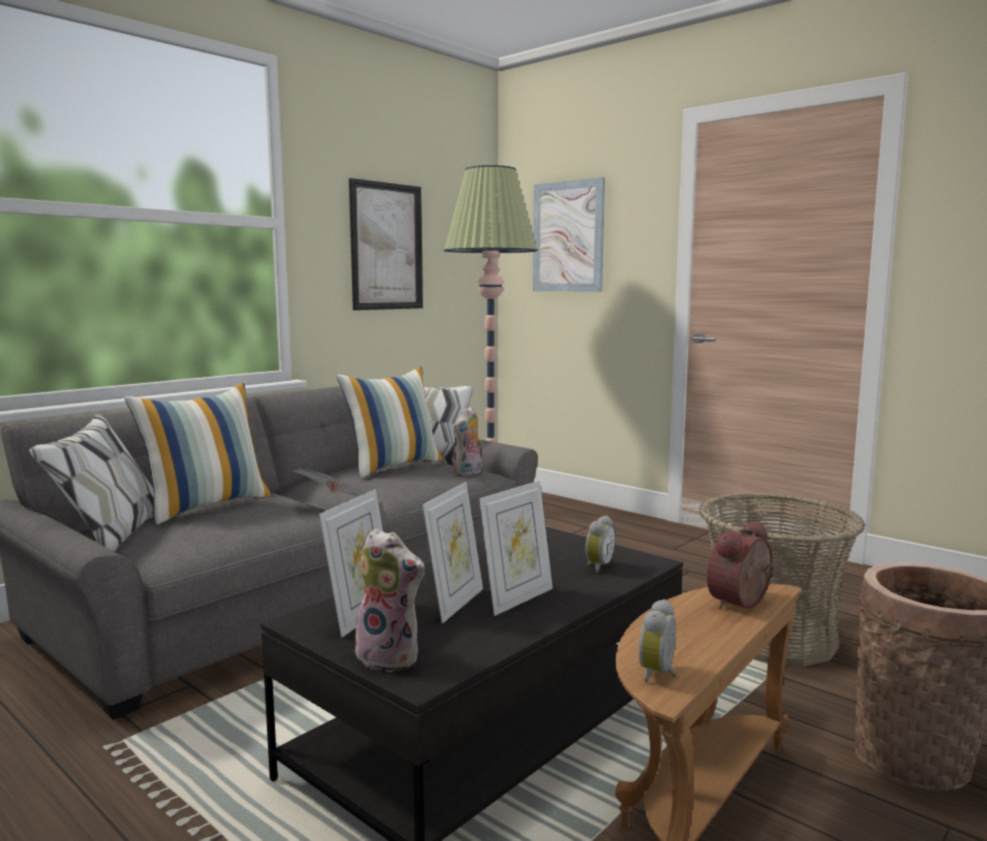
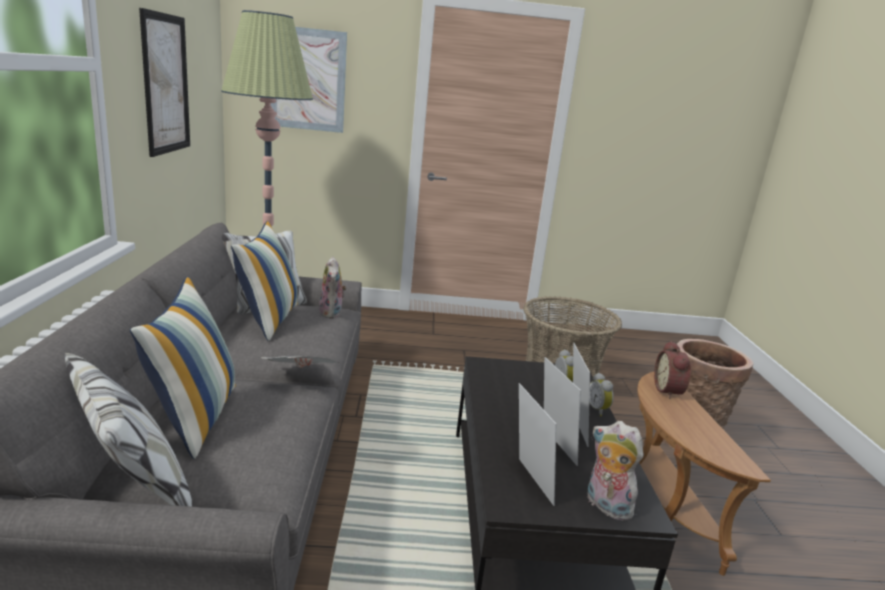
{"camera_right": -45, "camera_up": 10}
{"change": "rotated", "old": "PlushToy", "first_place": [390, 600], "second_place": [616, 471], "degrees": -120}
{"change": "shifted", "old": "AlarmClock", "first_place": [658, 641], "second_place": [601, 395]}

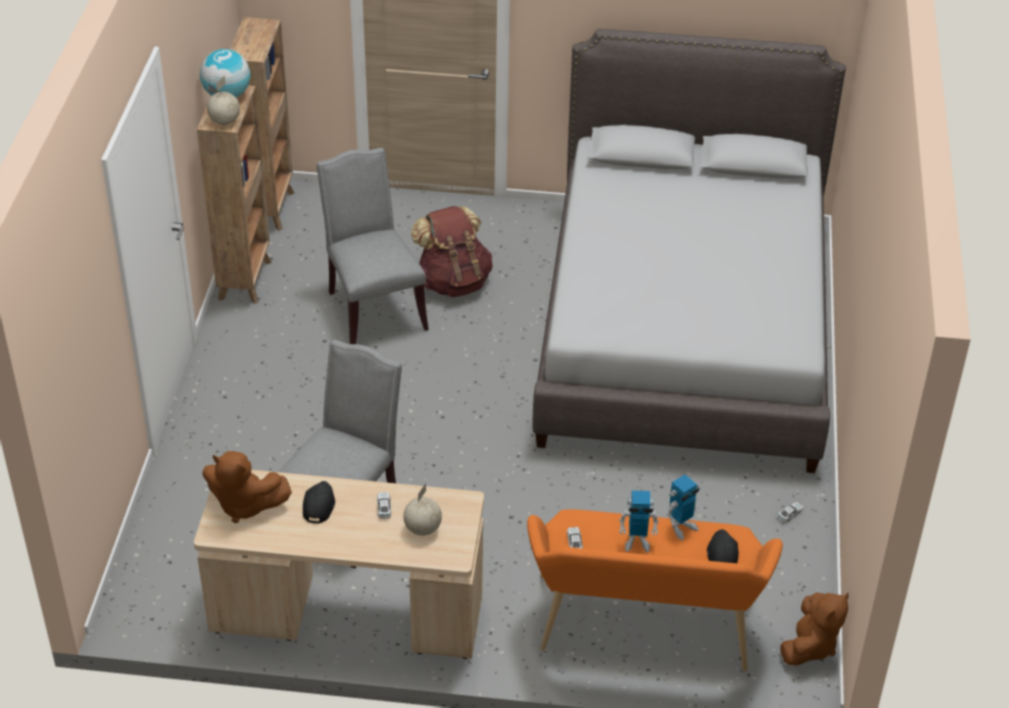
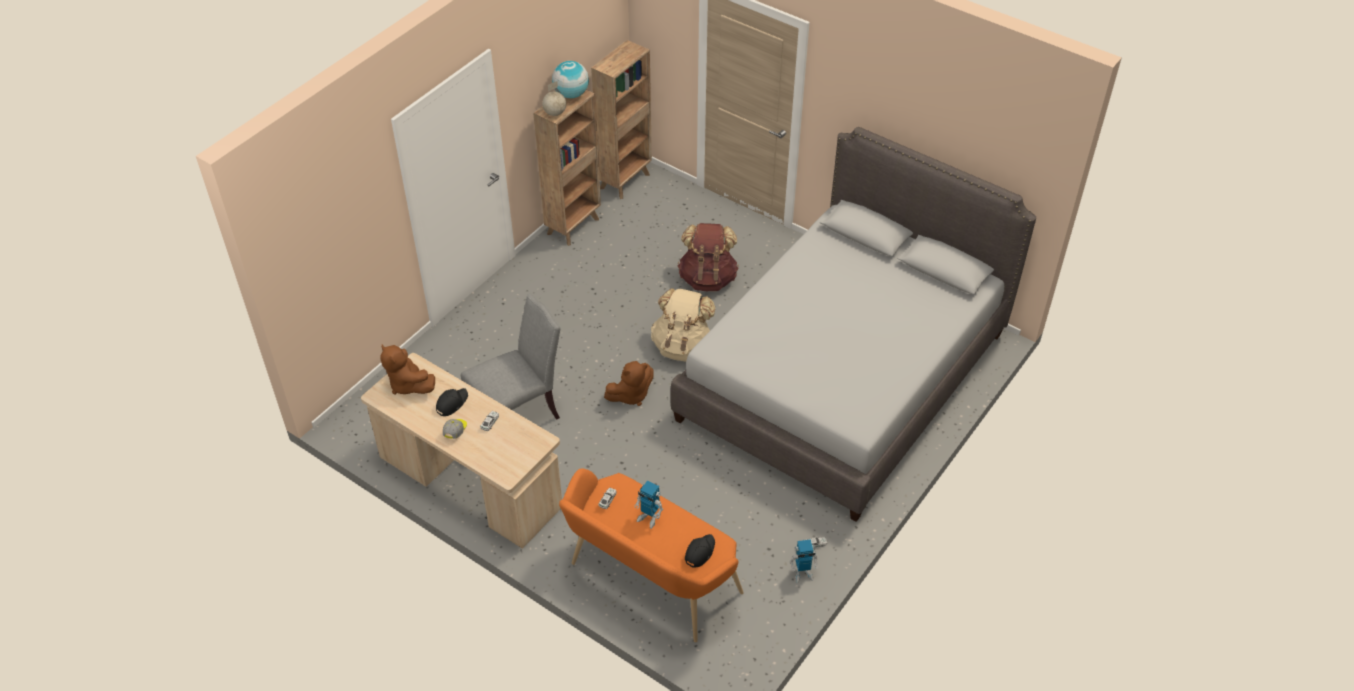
{"camera_right": 30, "camera_up": 5}
{"change": "gone", "old": "GreyChair", "first_place": [372, 246]}
{"change": "shifted", "old": "ToyRobot", "first_place": [684, 507], "second_place": [804, 561]}
{"change": "gone", "old": "Globe", "first_place": [422, 509]}
{"change": "shifted", "old": "BrownPlushToy", "first_place": [814, 629], "second_place": [629, 383]}
{"change": "new", "new": "BeigeBackpack", "second_place": [683, 325]}
{"change": "new", "new": "Cap", "second_place": [455, 429]}

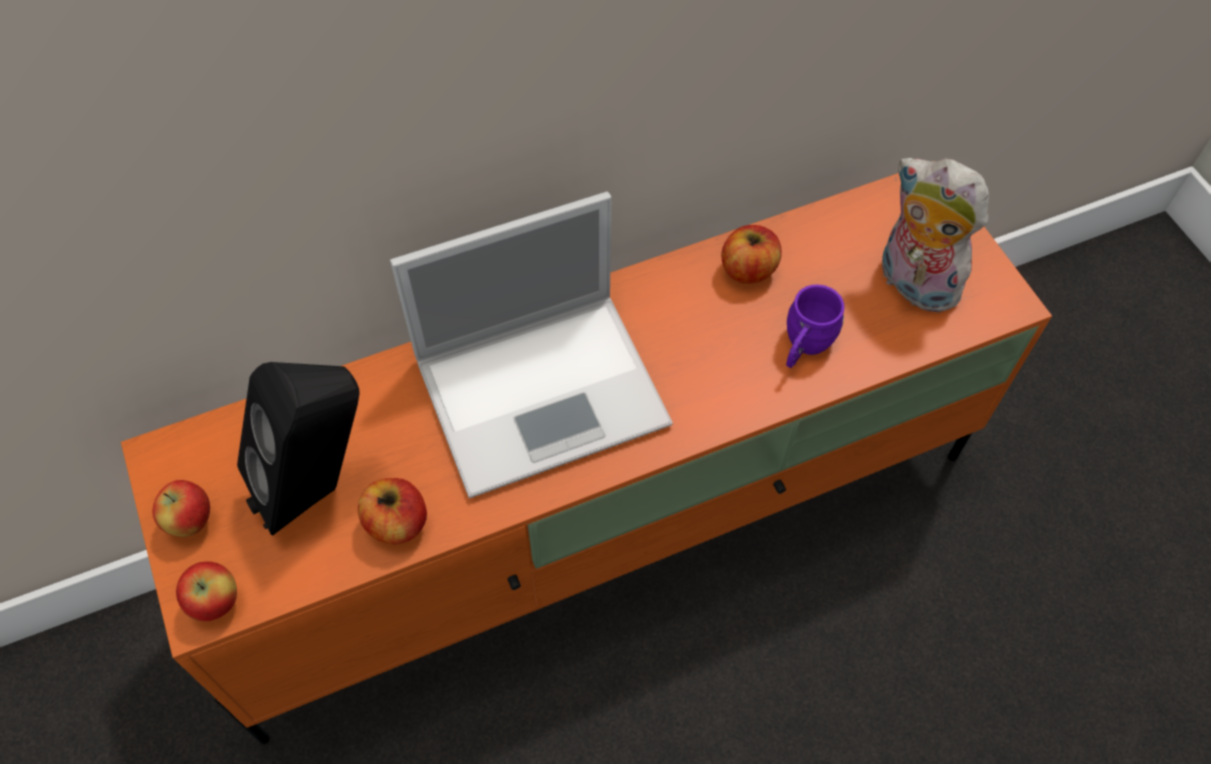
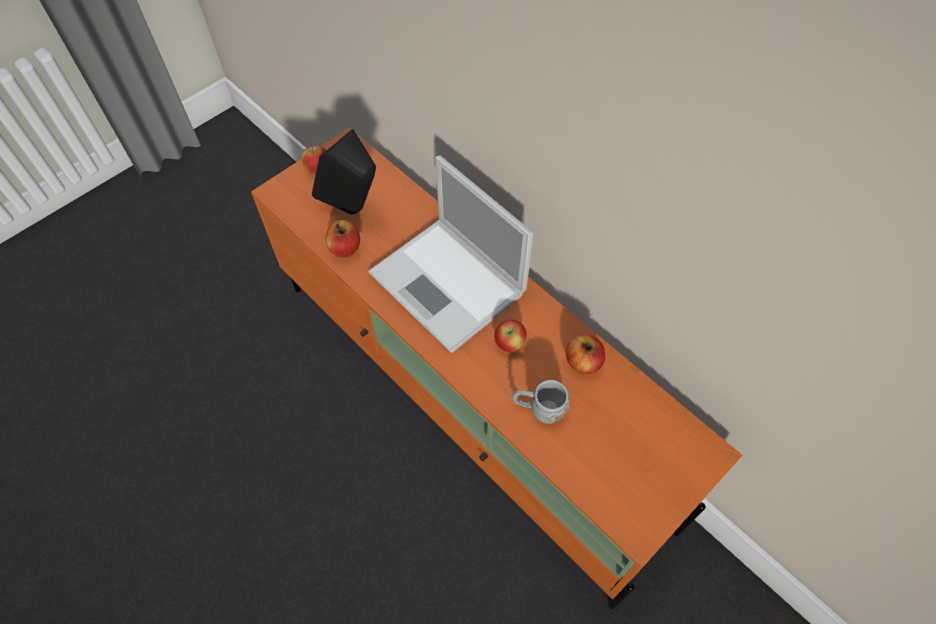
{"camera_right": 70, "camera_up": 0}
{"change": "gone", "old": "PlushToy", "first_place": [935, 235]}
{"change": "repainted", "old": "PurpleMug", "new": "GreyMug", "first_place": [815, 326], "second_place": [541, 402]}
{"change": "shifted", "old": "Apple", "first_place": [206, 591], "second_place": [510, 335]}

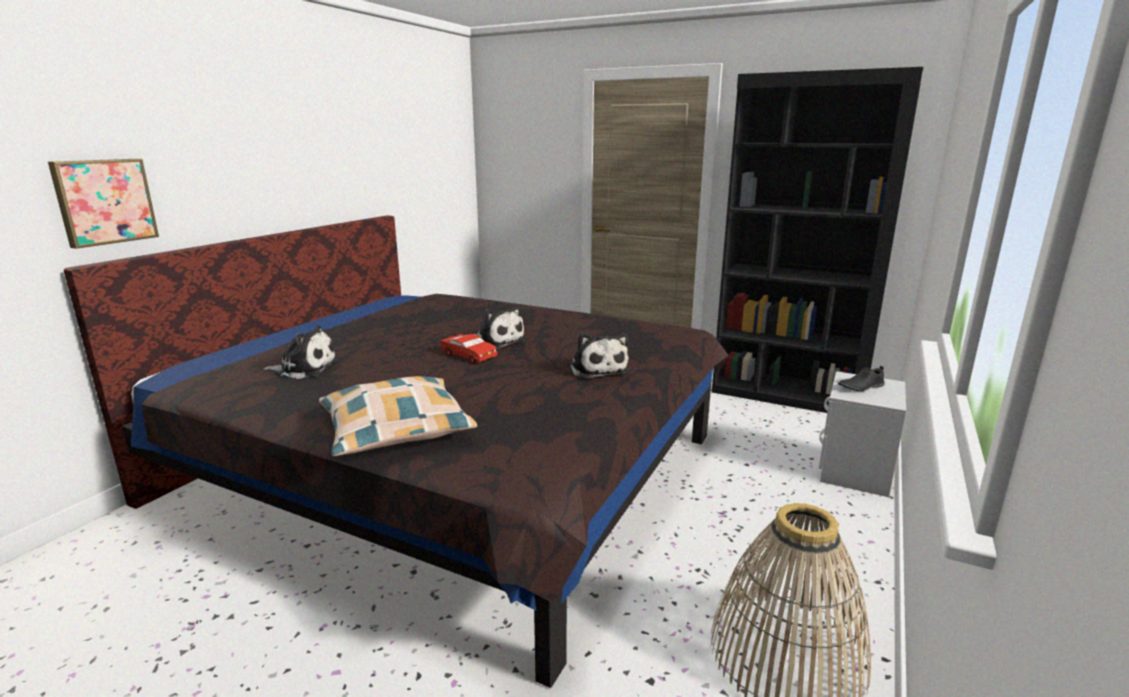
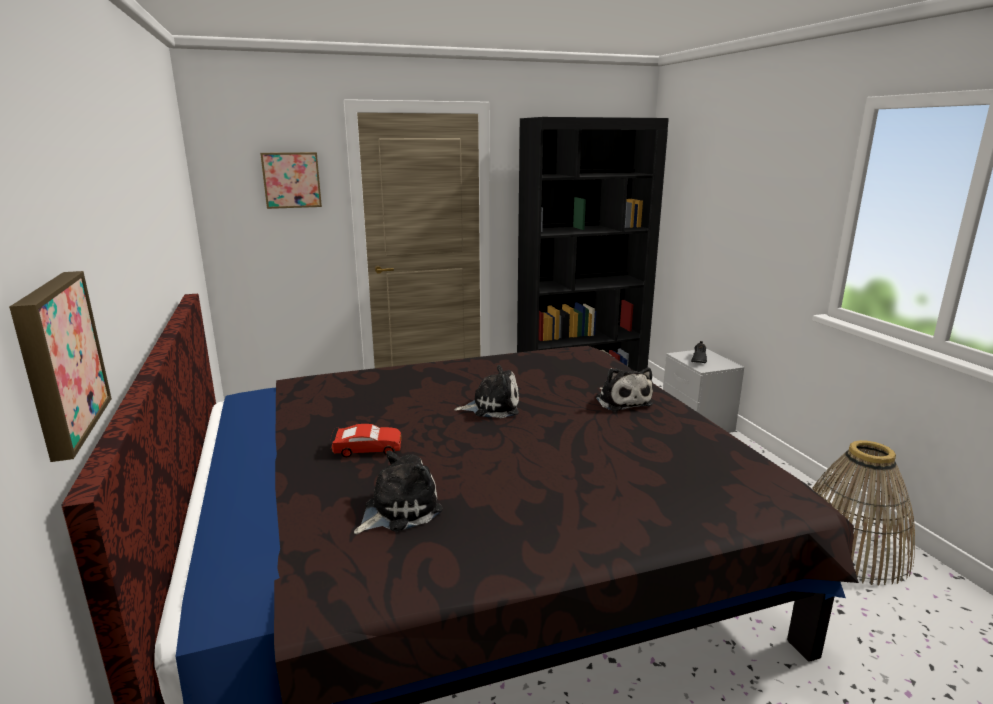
{"camera_right": -45, "camera_up": 0}
{"change": "rotated", "old": "PlushToy", "first_place": [599, 355], "second_place": [624, 390], "degrees": 45}
{"change": "shifted", "old": "RedToyCar", "first_place": [469, 348], "second_place": [366, 440]}
{"change": "gone", "old": "Pillow", "first_place": [398, 416]}
{"change": "new", "new": "Picture", "second_place": [291, 180]}

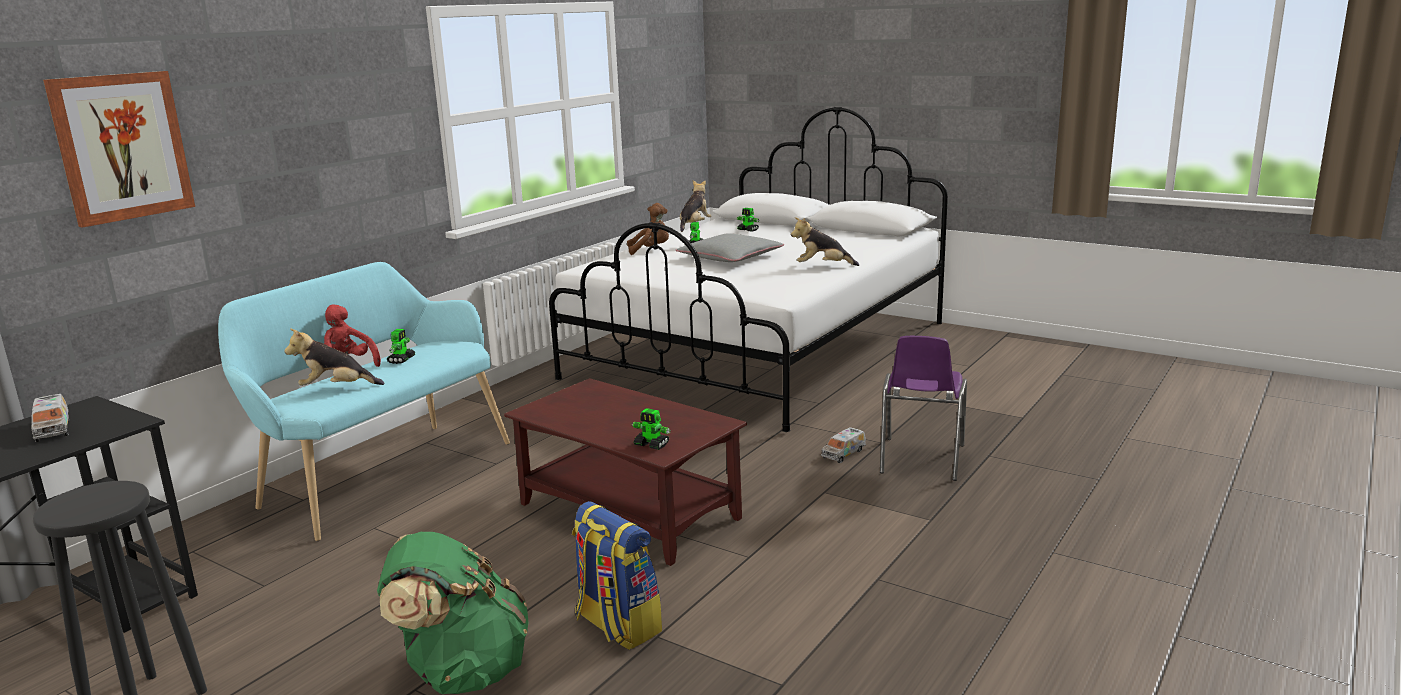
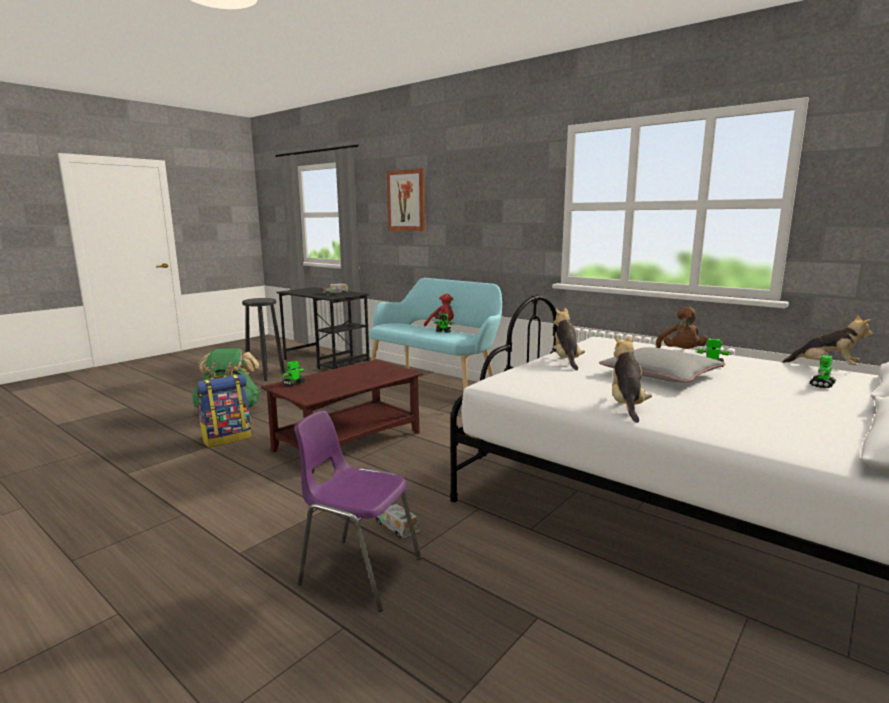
{"camera_right": 95, "camera_up": -5}
{"change": "shifted", "old": "PlushToy", "first_place": [334, 357], "second_place": [569, 339]}

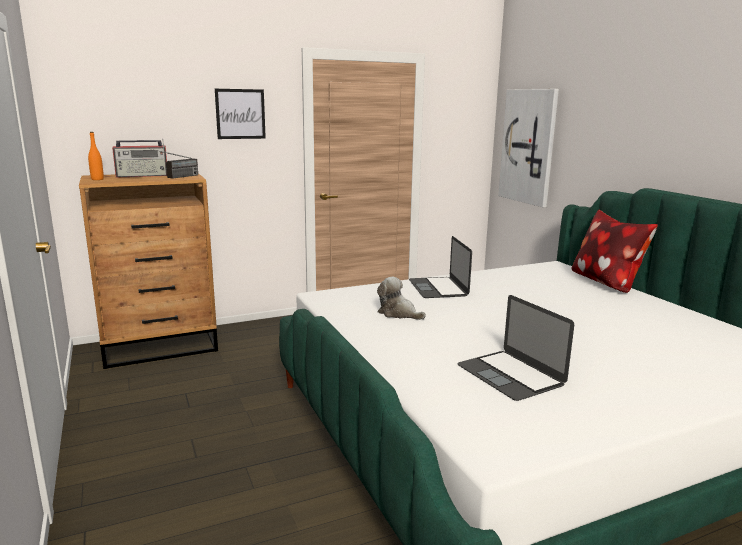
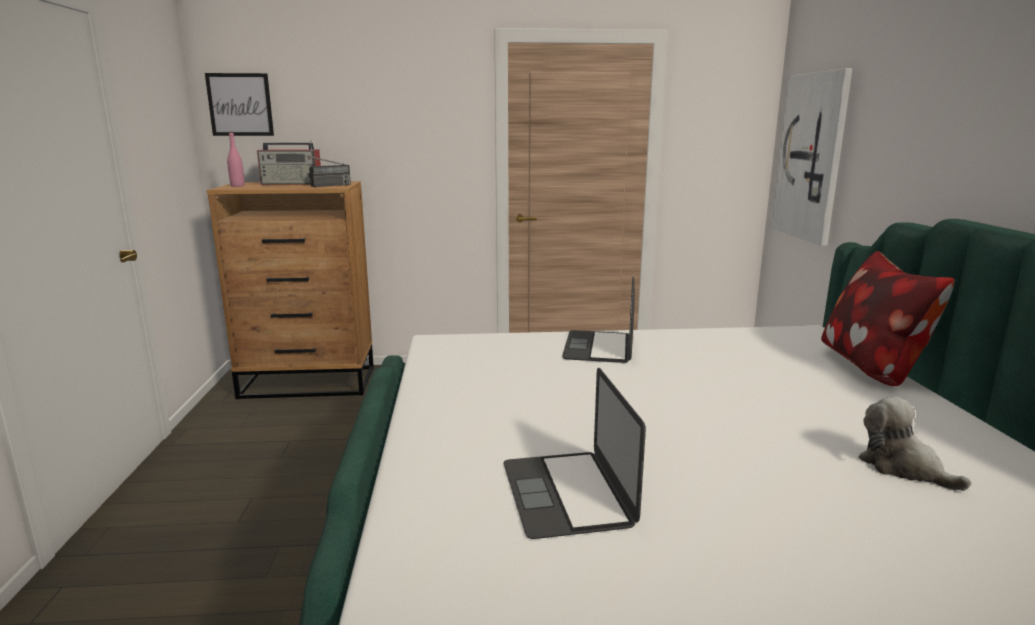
{"camera_right": 20, "camera_up": 0}
{"change": "shifted", "old": "Picture", "first_place": [240, 114], "second_place": [239, 104]}
{"change": "repainted", "old": "OrangeBottle", "new": "PinkBottle", "first_place": [96, 156], "second_place": [236, 159]}
{"change": "shifted", "old": "PlushToy", "first_place": [401, 298], "second_place": [914, 444]}

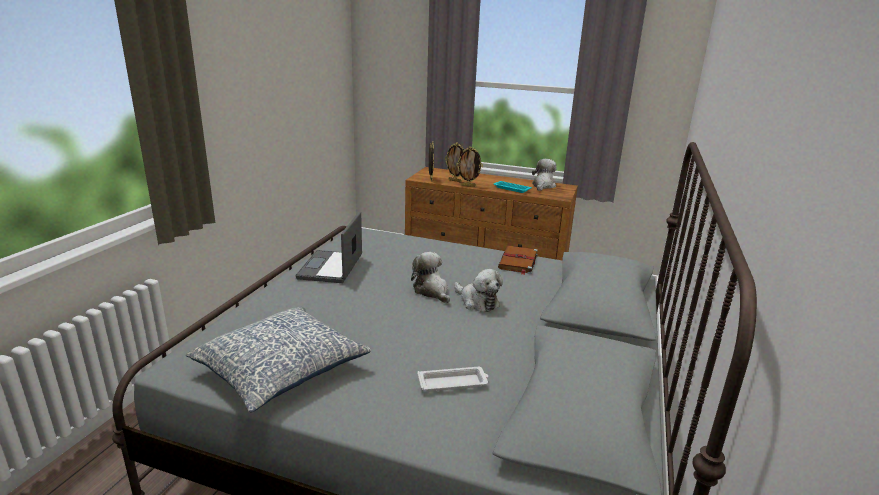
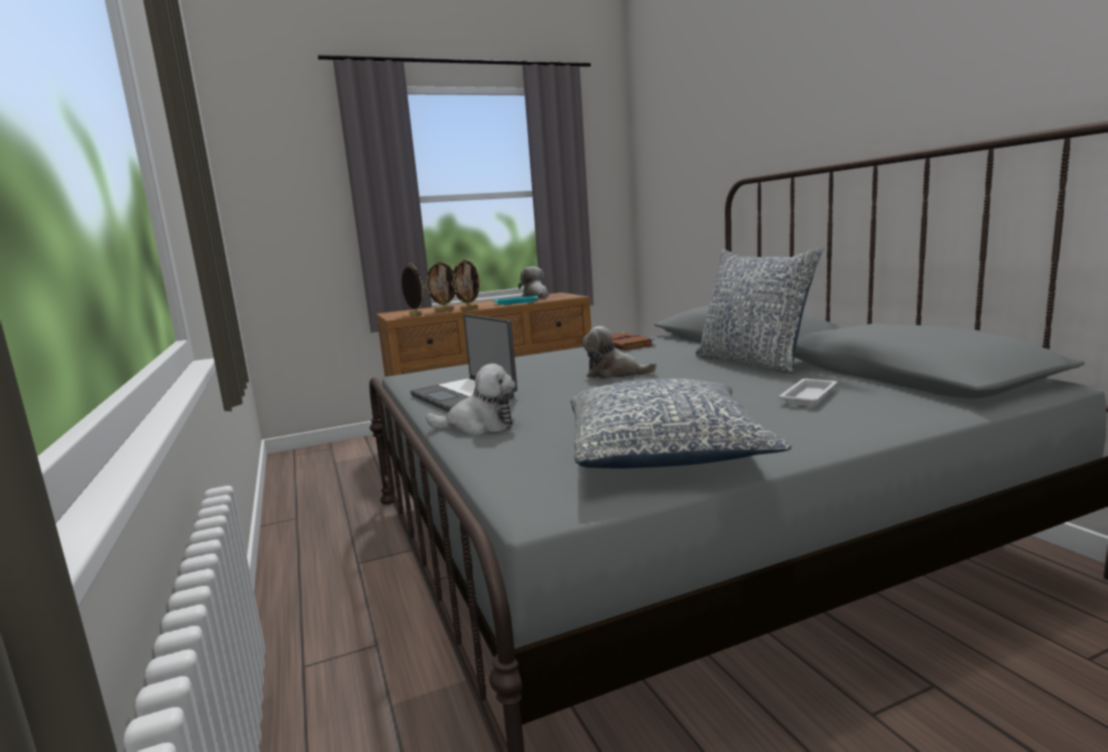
{"camera_right": -40, "camera_up": -10}
{"change": "shifted", "old": "PlushToy", "first_place": [478, 290], "second_place": [470, 399]}
{"change": "new", "new": "Pillow", "second_place": [759, 310]}

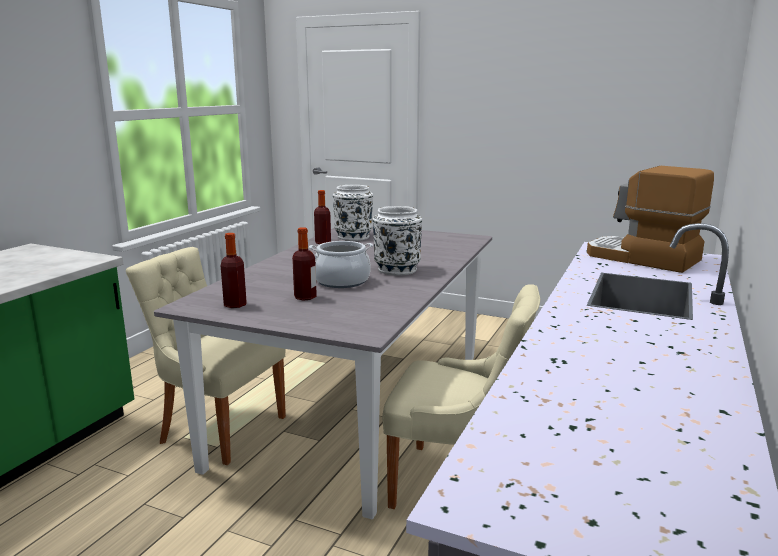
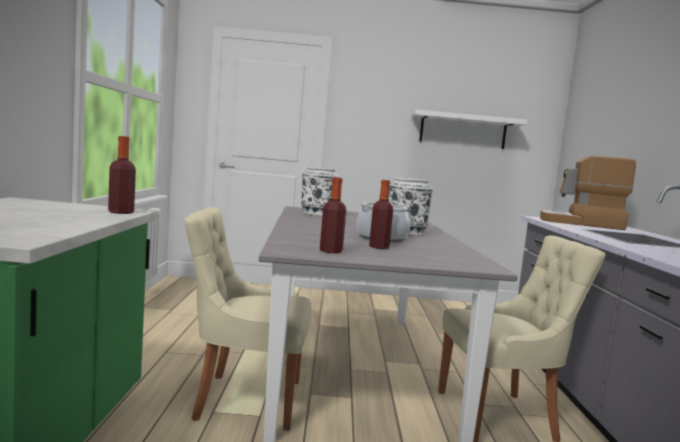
{"camera_right": -25, "camera_up": -10}
{"change": "shifted", "old": "Bottle", "first_place": [322, 217], "second_place": [122, 175]}
{"change": "new", "new": "WhiteShelf", "second_place": [469, 129]}

